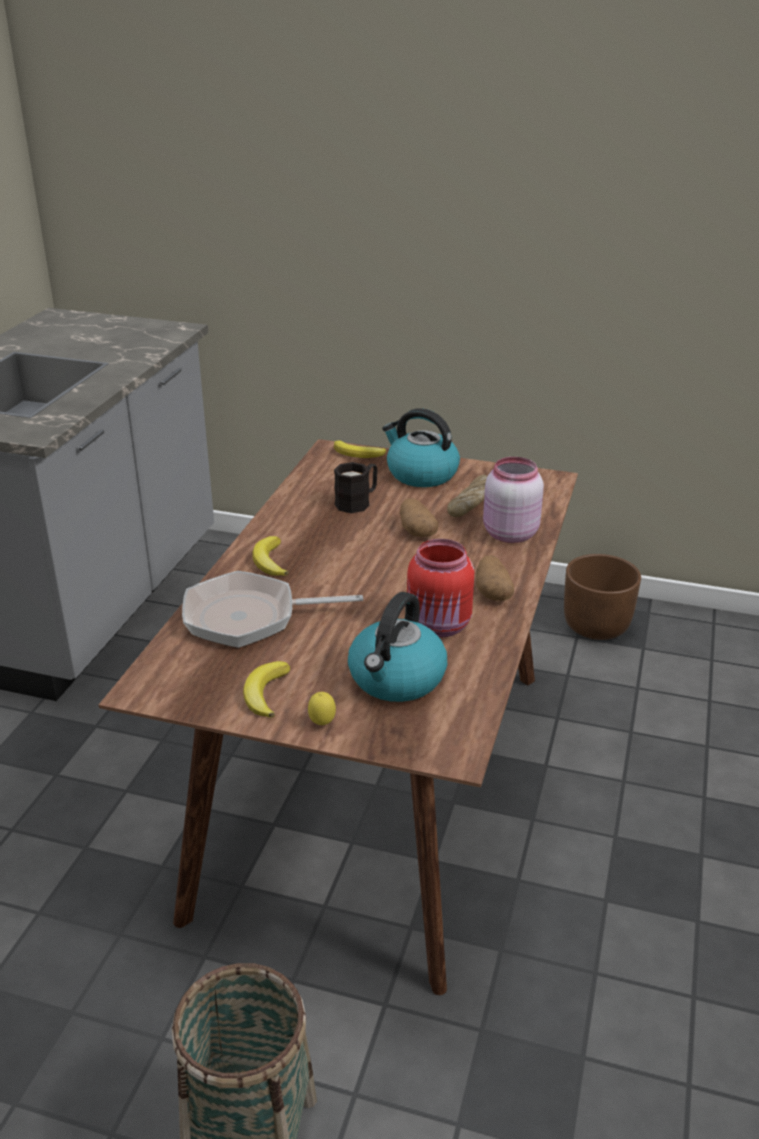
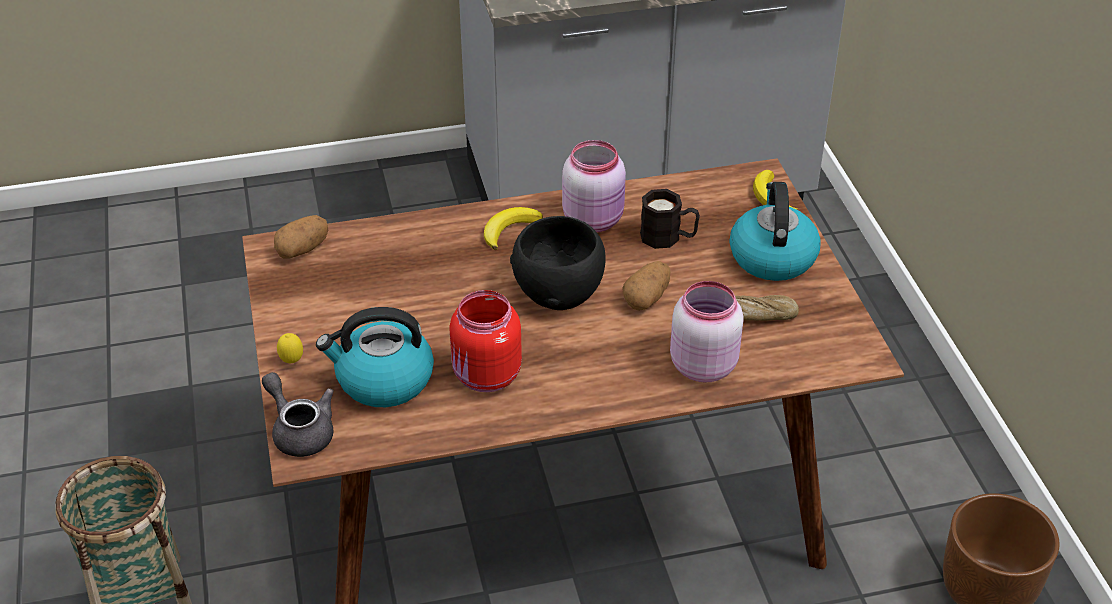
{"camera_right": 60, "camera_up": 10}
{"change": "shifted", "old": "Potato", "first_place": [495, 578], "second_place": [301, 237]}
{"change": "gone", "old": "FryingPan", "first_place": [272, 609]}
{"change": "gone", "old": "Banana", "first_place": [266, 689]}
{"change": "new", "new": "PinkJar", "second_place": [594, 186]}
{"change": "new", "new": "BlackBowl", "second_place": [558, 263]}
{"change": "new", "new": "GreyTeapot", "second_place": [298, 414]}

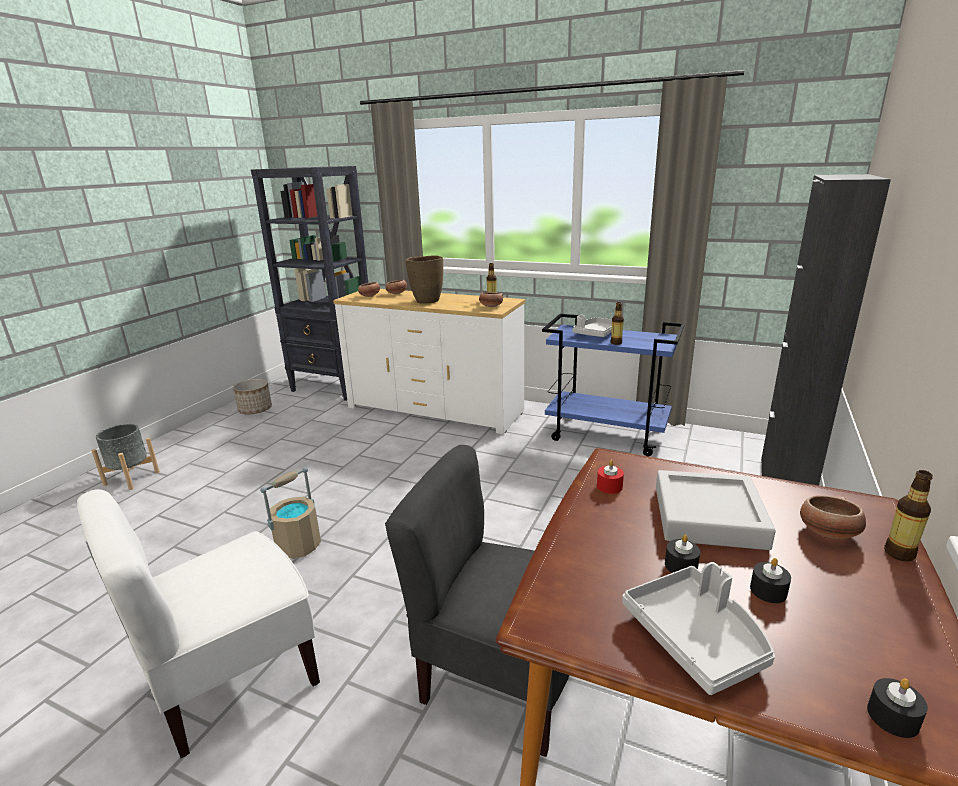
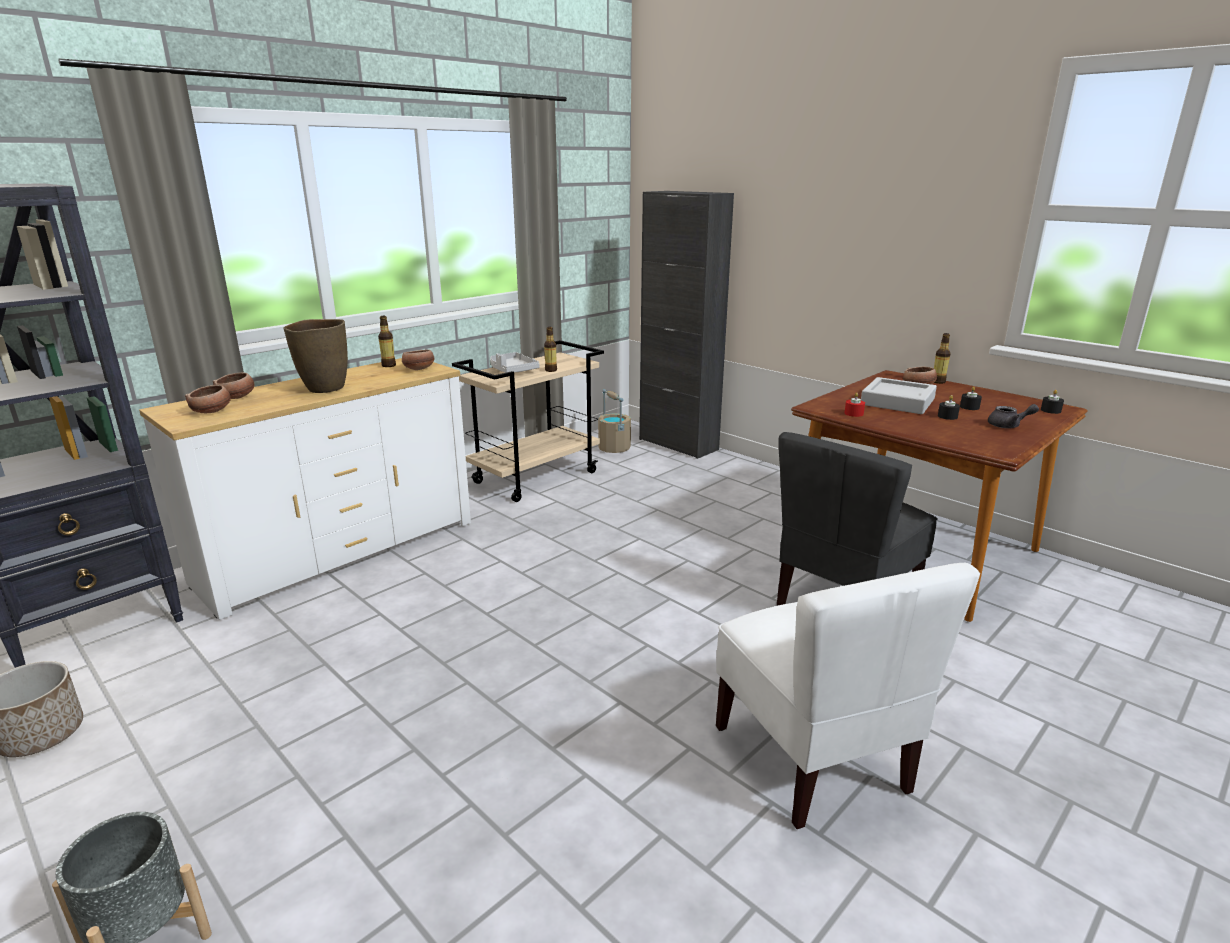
{"camera_right": -70, "camera_up": 0}
{"change": "repainted", "old": "BlueCart", "new": "BeigeCart", "first_place": [613, 385], "second_place": [528, 421]}
{"change": "shifted", "old": "BeigeBucket", "first_place": [290, 512], "second_place": [614, 421]}
{"change": "swapped", "old": "GreyTray", "new": "GreyTeapot", "first_place": [698, 628], "second_place": [1013, 416]}

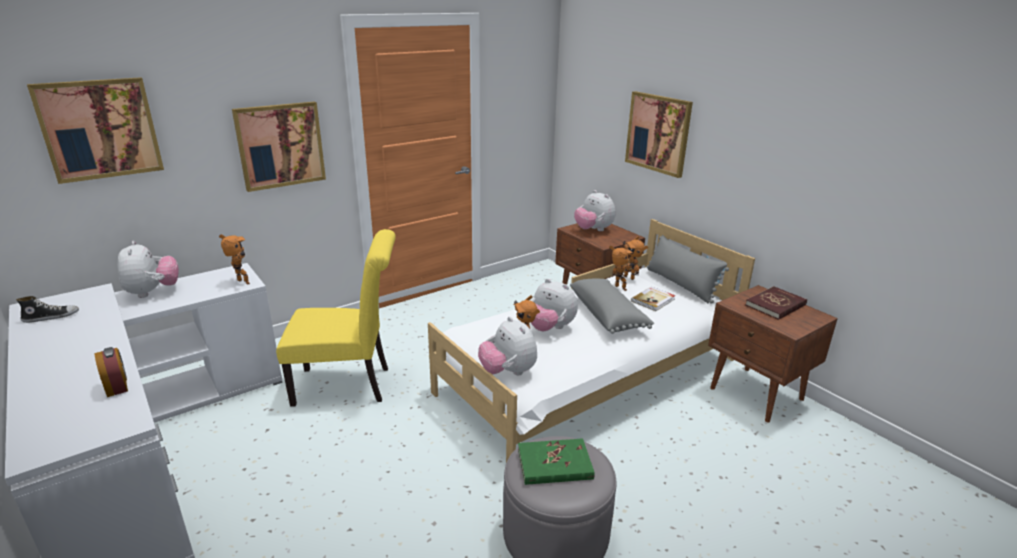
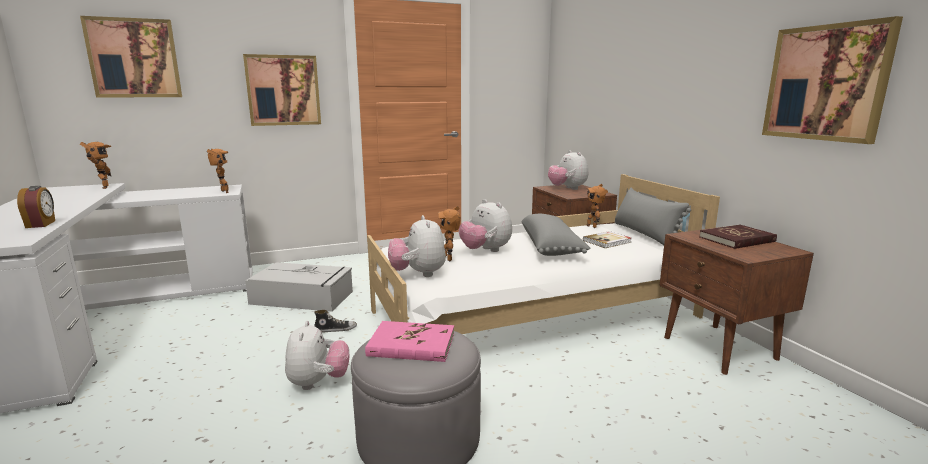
{"camera_right": 15, "camera_up": -10}
{"change": "shifted", "old": "Picture", "first_place": [659, 134], "second_place": [832, 80]}
{"change": "swapped", "old": "YellowChair", "new": "GreyStorageBox", "first_place": [336, 318], "second_place": [299, 287]}
{"change": "shifted", "old": "PlushToy", "first_place": [148, 269], "second_place": [317, 355]}
{"change": "shifted", "old": "ToyRobot", "first_place": [621, 268], "second_place": [95, 165]}
{"change": "shifted", "old": "Shoe", "first_place": [47, 309], "second_place": [335, 321]}
{"change": "repainted", "old": "GreenBook", "new": "PinkBook", "first_place": [556, 461], "second_place": [409, 341]}

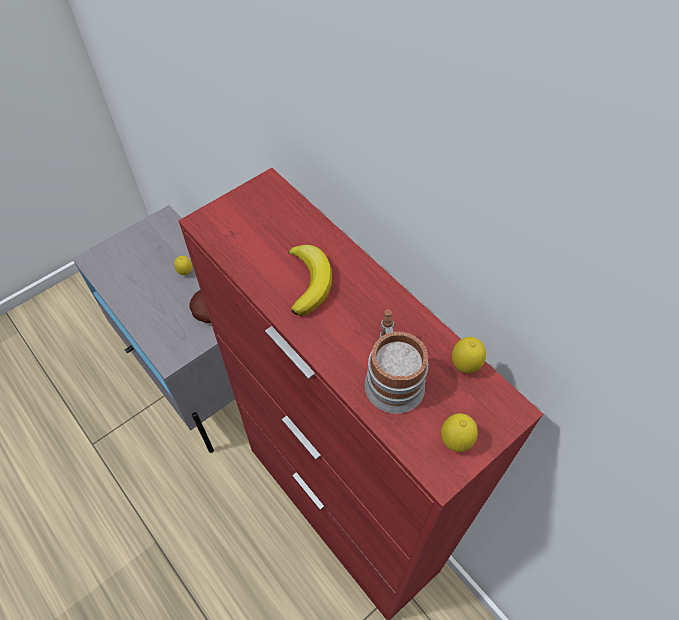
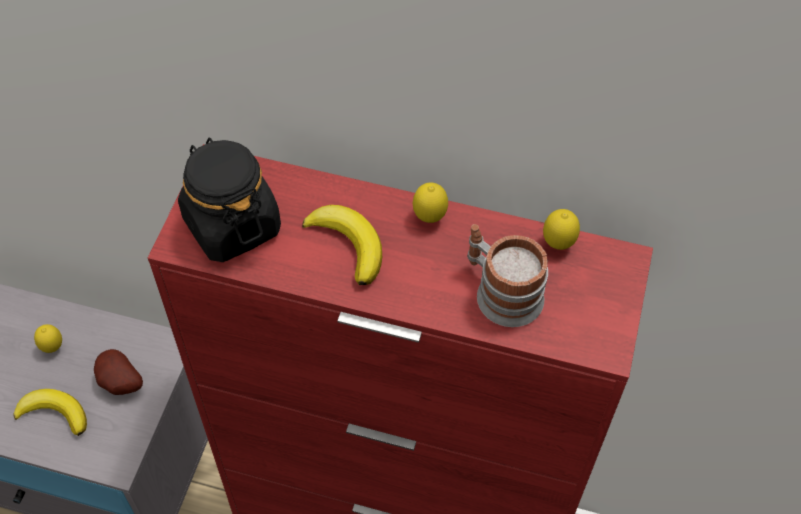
{"camera_right": -35, "camera_up": 0}
{"change": "shifted", "old": "Lemon", "first_place": [459, 432], "second_place": [430, 202]}
{"change": "new", "new": "BlackJar", "second_place": [229, 199]}
{"change": "new", "new": "Banana", "second_place": [50, 412]}

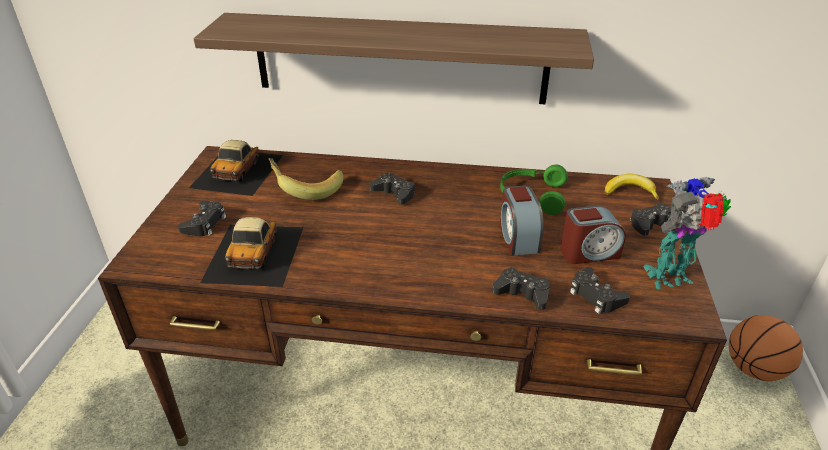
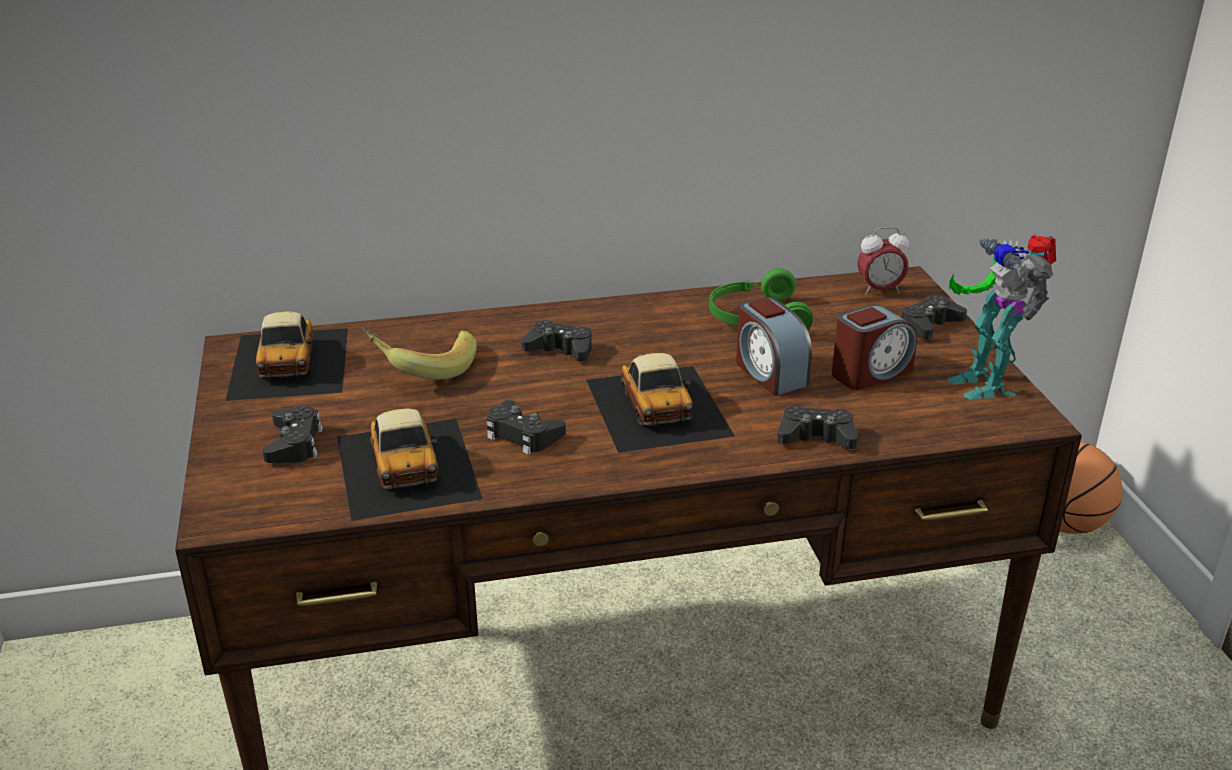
{"camera_right": -20, "camera_up": -5}
{"change": "gone", "old": "Shelf", "first_place": [394, 58]}
{"change": "swapped", "old": "Banana", "new": "AlarmClock", "first_place": [632, 186], "second_place": [883, 261]}
{"change": "rotated", "old": "ToyRobot", "first_place": [687, 233], "second_place": [1002, 317], "degrees": -75}
{"change": "shifted", "old": "BlackGameController", "first_place": [600, 290], "second_place": [526, 427]}
{"change": "new", "new": "ToyCar", "second_place": [660, 403]}

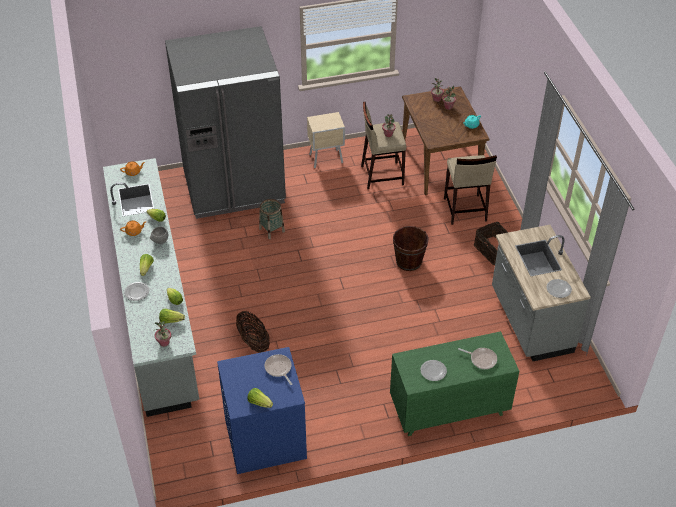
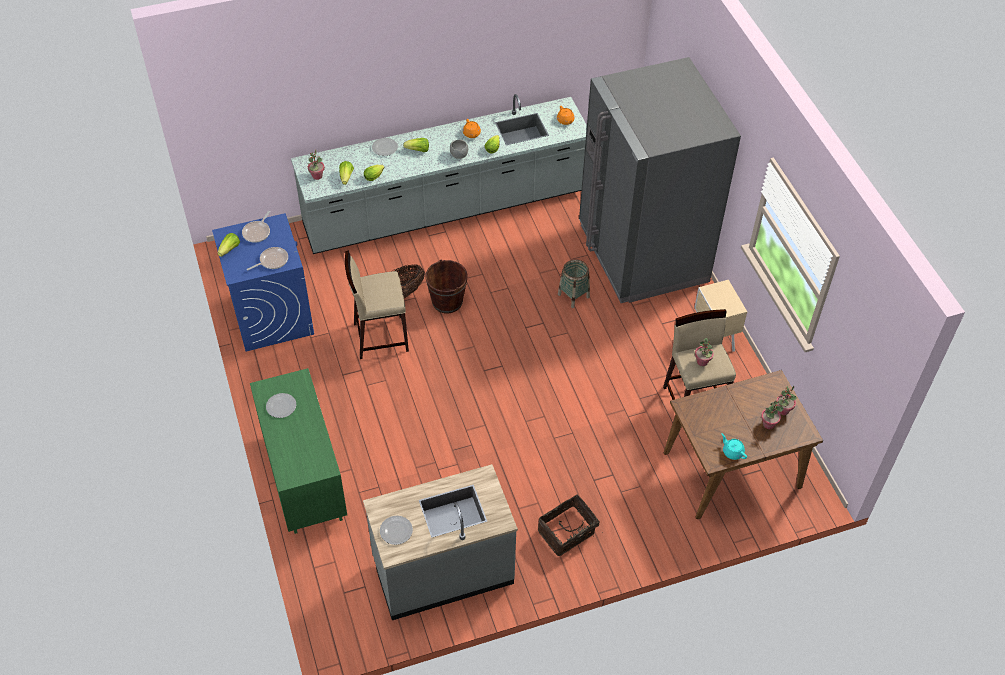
{"camera_right": 85, "camera_up": 5}
{"change": "shifted", "old": "BeigeStool", "first_place": [470, 190], "second_place": [377, 305]}
{"change": "shifted", "old": "BrownBucket", "first_place": [410, 248], "second_place": [446, 286]}
{"change": "shifted", "old": "FryingPan", "first_place": [477, 358], "second_place": [256, 227]}

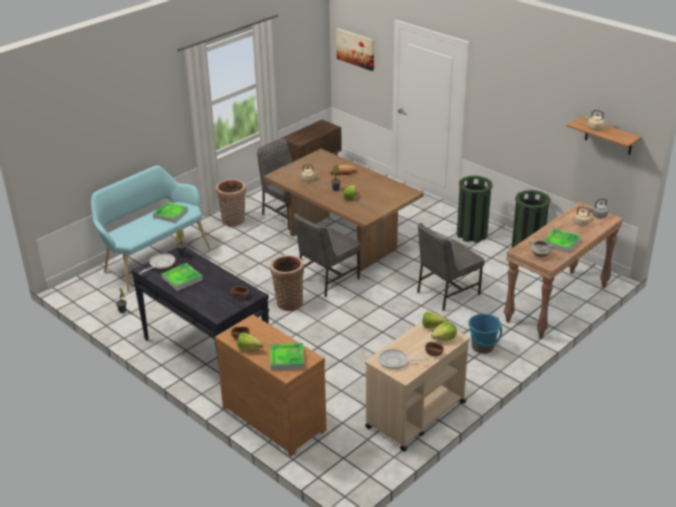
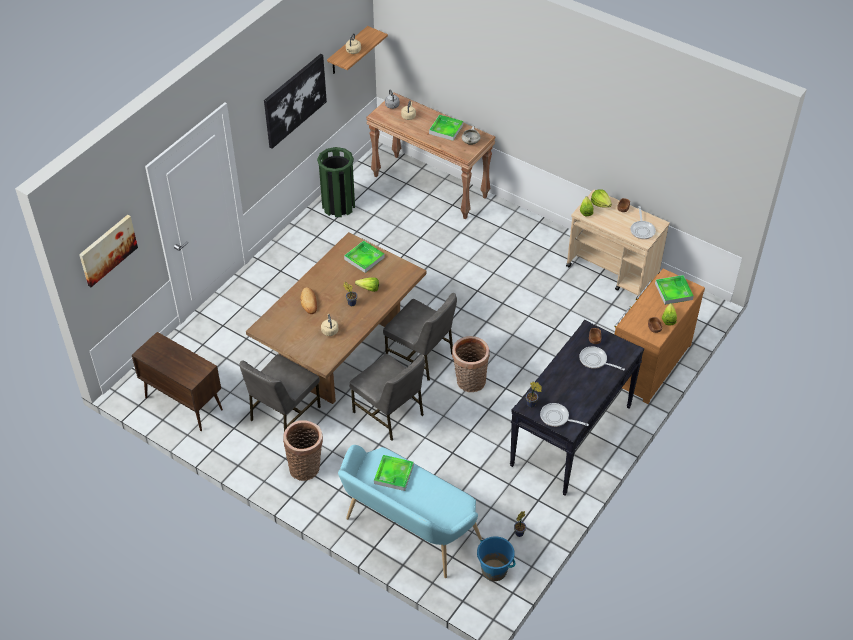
{"camera_right": -100, "camera_up": 15}
{"change": "gone", "old": "GreenTrashCan", "first_place": [475, 209]}
{"change": "shifted", "old": "GreyChair", "first_place": [451, 267], "second_place": [387, 397]}
{"change": "shifted", "old": "Tray", "first_place": [182, 277], "second_place": [364, 257]}
{"change": "shifted", "old": "BlueBucket", "first_place": [485, 334], "second_place": [496, 558]}
{"change": "new", "new": "Picture", "second_place": [295, 101]}
{"change": "new", "new": "FryingPan", "second_place": [602, 359]}

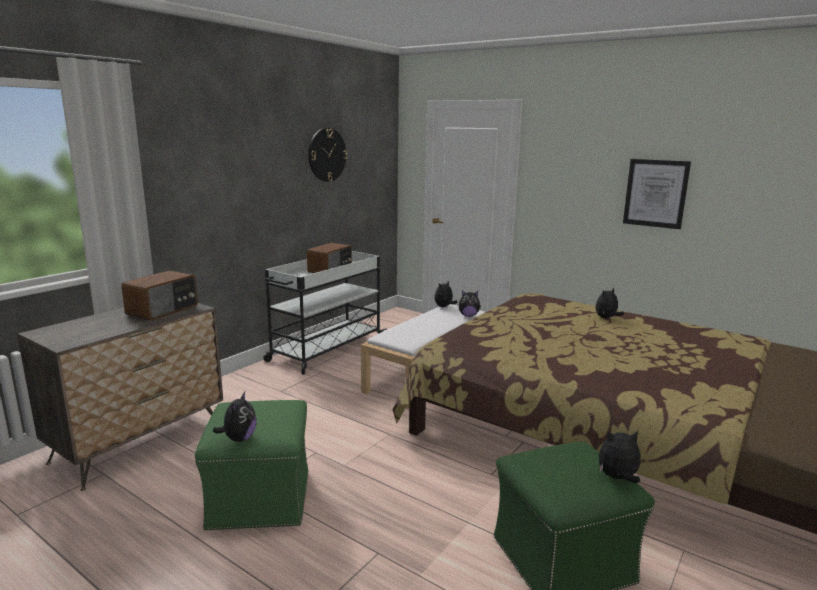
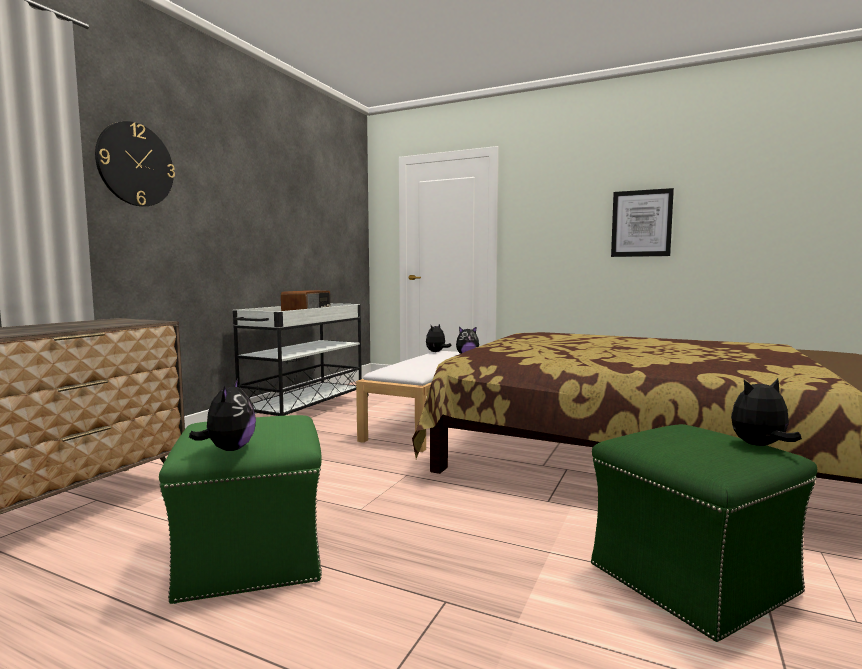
{"camera_right": -10, "camera_up": -10}
{"change": "shifted", "old": "WallClock", "first_place": [327, 155], "second_place": [135, 164]}
{"change": "gone", "old": "Radio", "first_place": [159, 295]}
{"change": "gone", "old": "PlushToy", "first_place": [609, 303]}

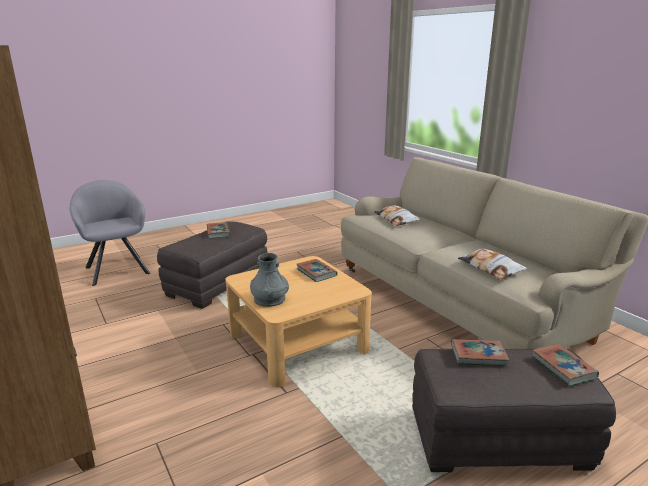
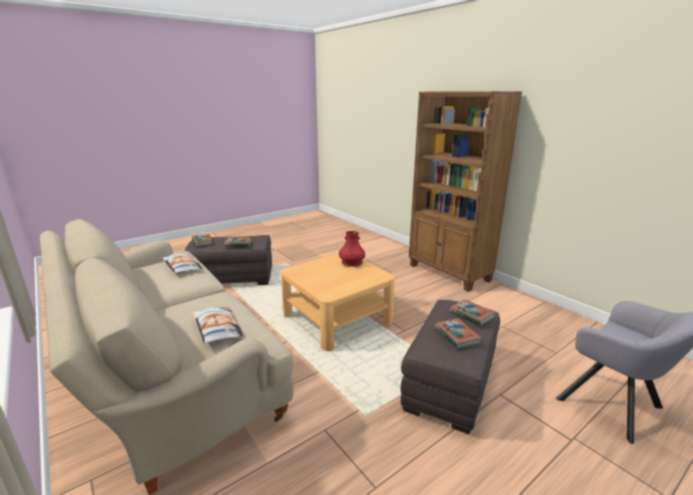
{"camera_right": 175, "camera_up": 0}
{"change": "repainted", "old": "GreyVase", "new": "RedVase", "first_place": [269, 280], "second_place": [352, 248]}
{"change": "shifted", "old": "Book", "first_place": [316, 270], "second_place": [472, 312]}

